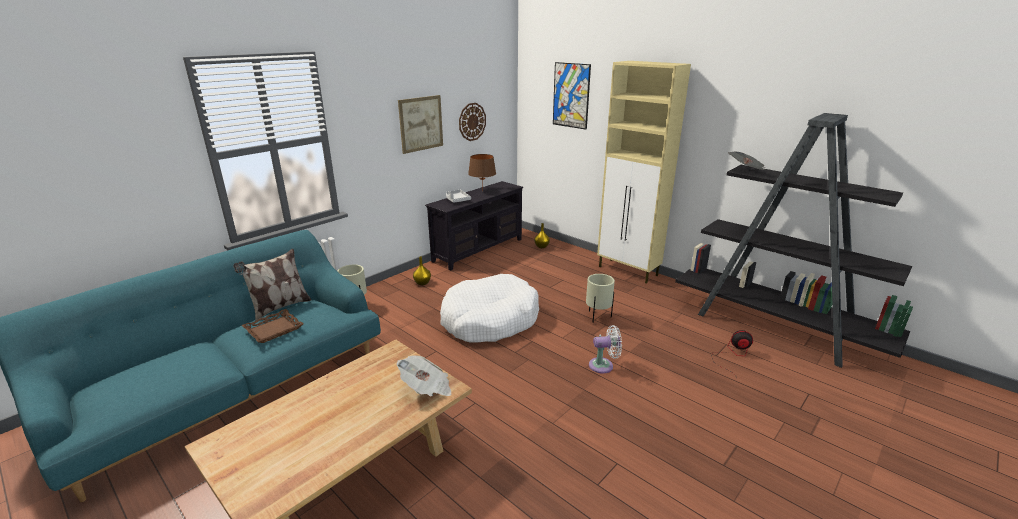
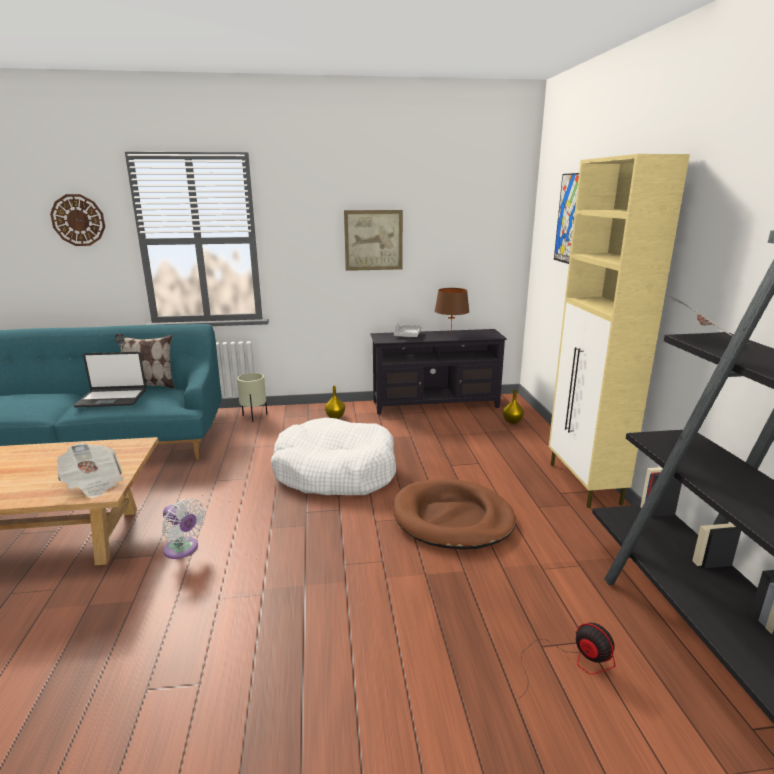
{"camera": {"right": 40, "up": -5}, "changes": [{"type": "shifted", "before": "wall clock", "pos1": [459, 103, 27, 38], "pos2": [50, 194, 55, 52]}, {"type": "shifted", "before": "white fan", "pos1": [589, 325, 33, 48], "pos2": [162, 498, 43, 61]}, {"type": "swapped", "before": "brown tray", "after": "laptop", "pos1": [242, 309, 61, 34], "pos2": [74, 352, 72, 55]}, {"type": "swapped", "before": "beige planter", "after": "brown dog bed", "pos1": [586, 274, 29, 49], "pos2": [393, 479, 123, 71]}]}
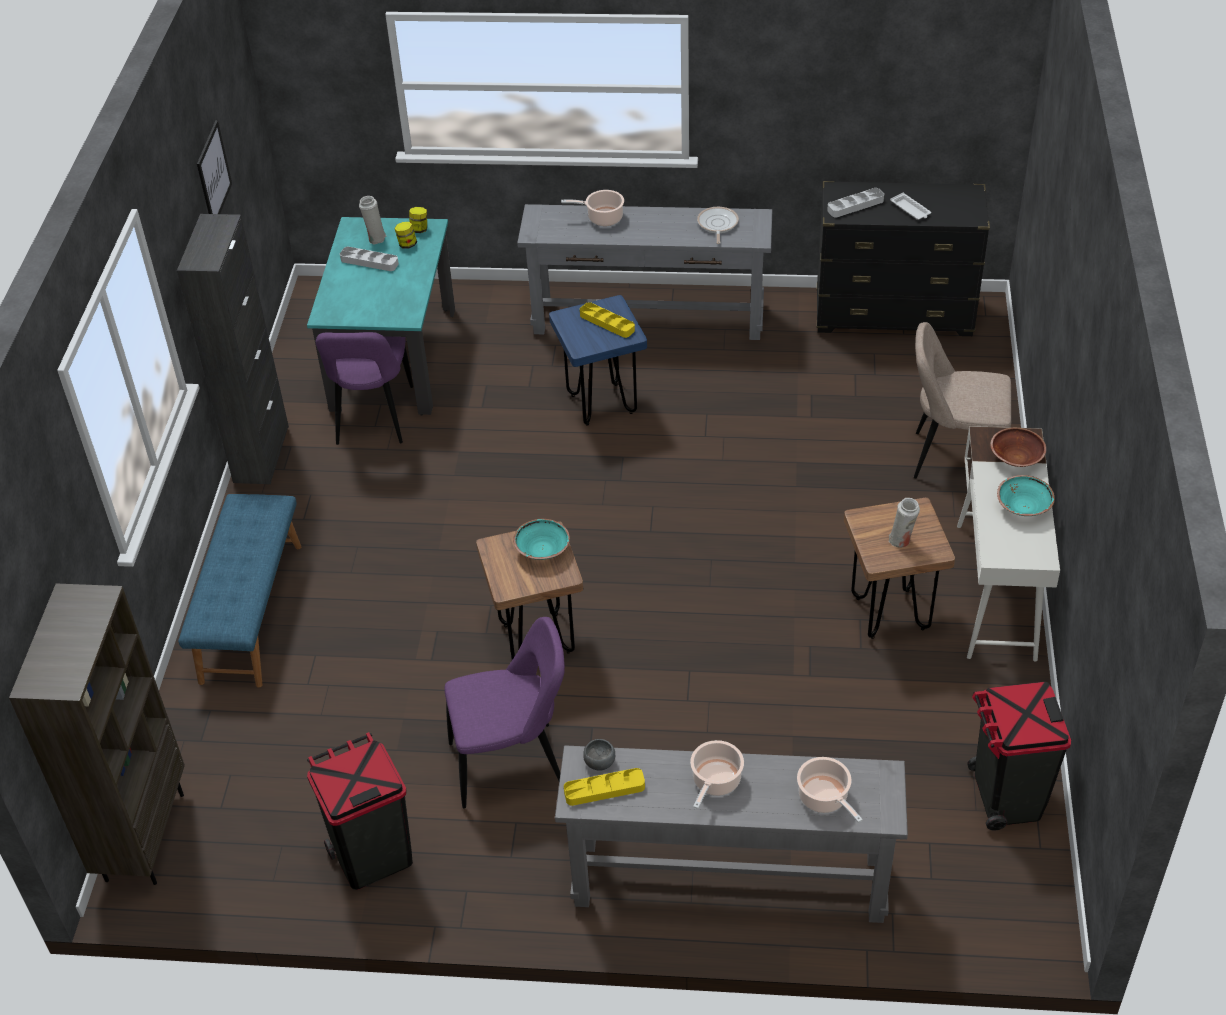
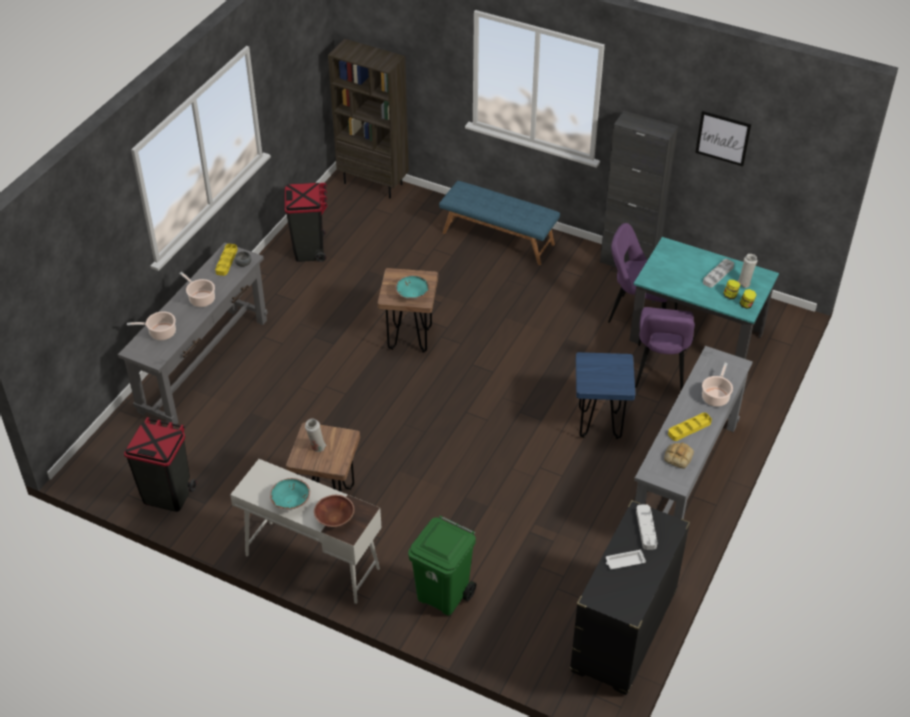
{"camera": {"right": 110, "up": 0}, "changes": [{"type": "shifted", "before": "purple chair", "pos1": [444, 617, 121, 191], "pos2": [635, 307, 60, 83]}, {"type": "shifted", "before": "yellow tray", "pos1": [580, 302, 55, 36], "pos2": [668, 413, 44, 28]}, {"type": "swapped", "before": "frying pan", "after": "bread", "pos1": [697, 207, 42, 37], "pos2": [664, 443, 30, 26]}, {"type": "swapped", "before": "beige chair", "after": "green trash can", "pos1": [914, 322, 97, 156], "pos2": [408, 516, 68, 99]}]}
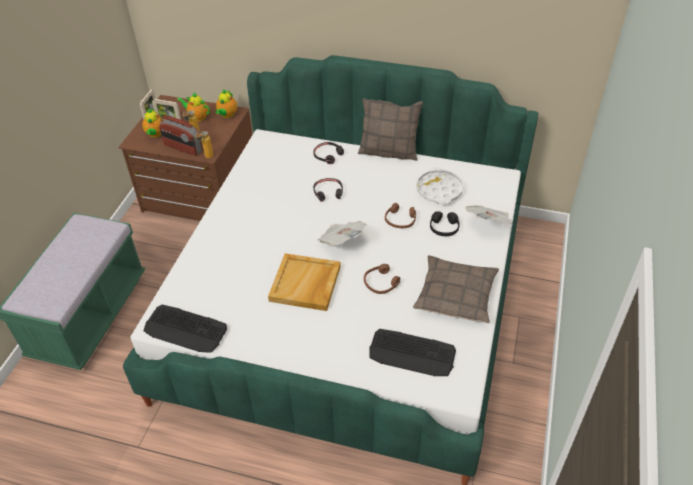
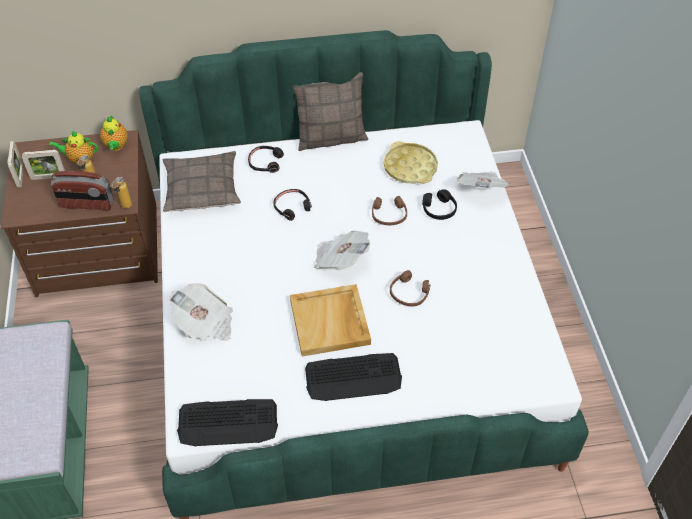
{"camera": {"right": -25, "up": 5}, "changes": [{"type": "gone", "before": "teapot", "pos1": [142, 109, 22, 29]}, {"type": "new", "after": "newspaper", "pos2": [169, 283, 64, 58]}, {"type": "shifted", "before": "keyboard", "pos1": [369, 329, 87, 47], "pos2": [305, 353, 97, 48]}, {"type": "shifted", "before": "pillow", "pos1": [413, 255, 86, 68], "pos2": [162, 151, 79, 61]}, {"type": "repainted", "before": "white tray", "after": "yellow tray", "pos1": [416, 167, 48, 37], "pos2": [384, 141, 54, 43]}]}
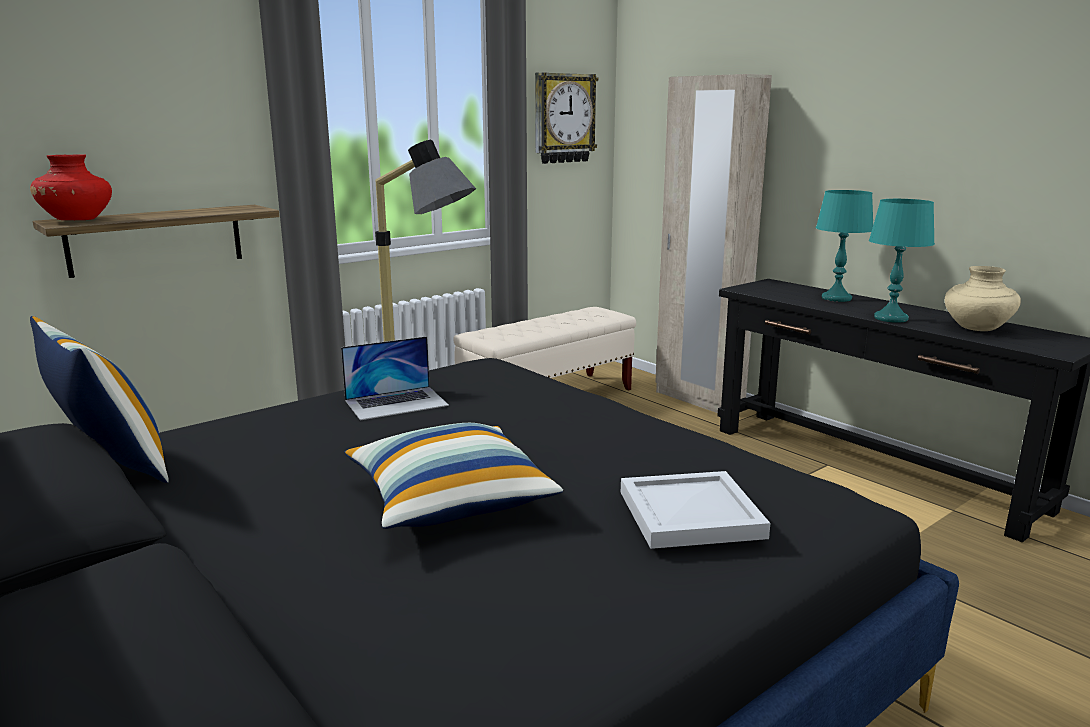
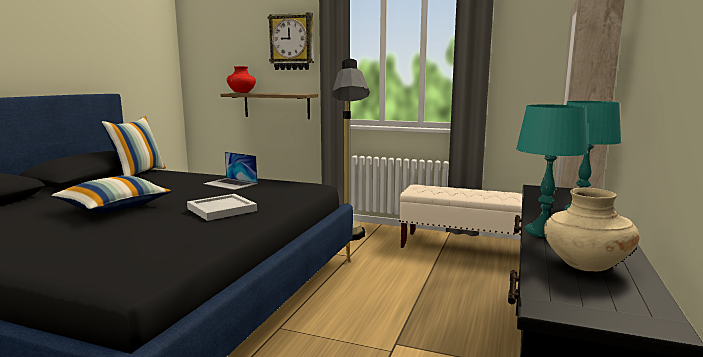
{"camera": {"right": 60, "up": -5}, "changes": [{"type": "shifted", "before": "wall clock", "pos1": [535, 72, 63, 92], "pos2": [268, 12, 46, 58]}, {"type": "shifted", "before": "white tray", "pos1": [621, 471, 149, 78], "pos2": [187, 194, 70, 27]}]}
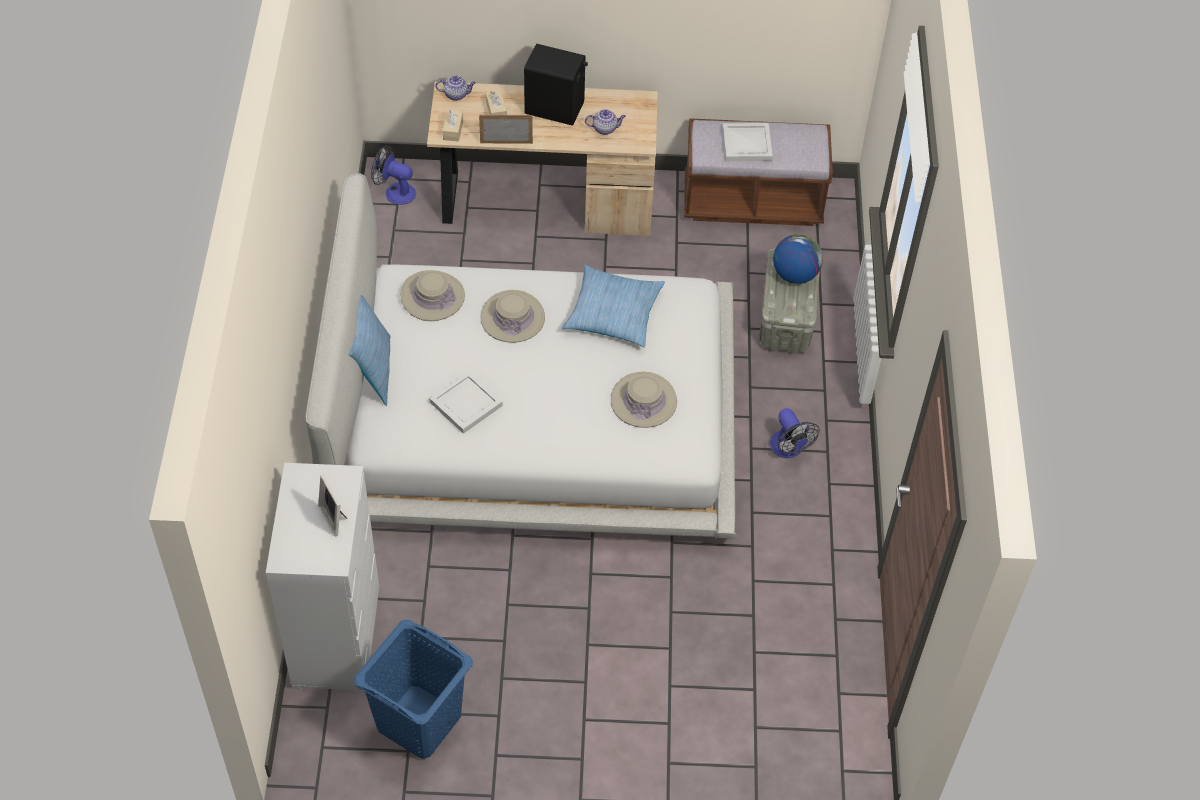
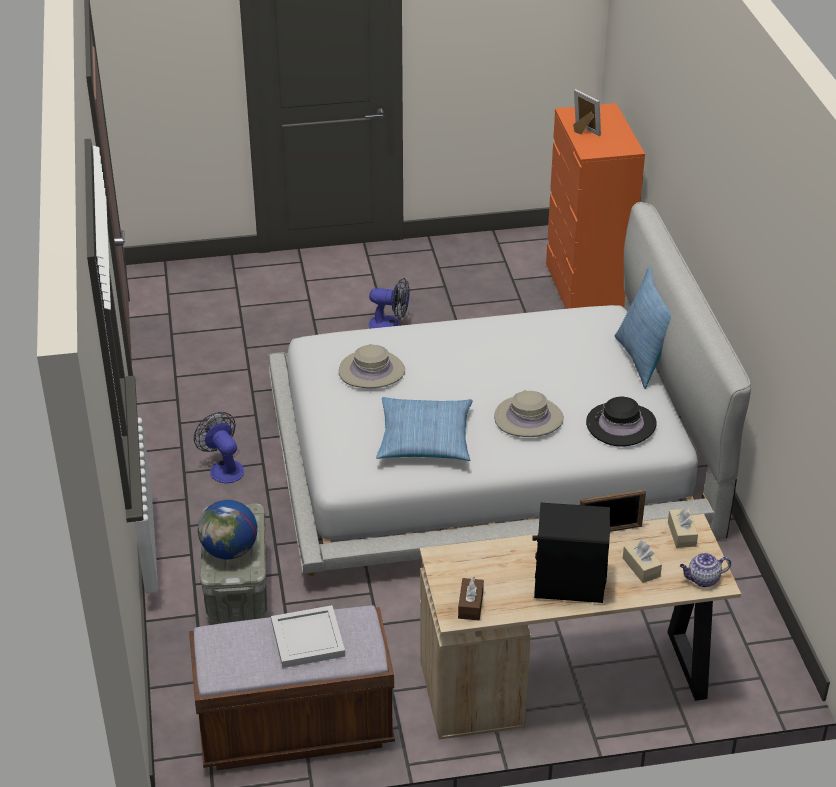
{"camera": {"right": 170, "up": -15}, "changes": [{"type": "gone", "before": "blue laundry basket", "pos1": [353, 620, 120, 139]}, {"type": "gone", "before": "white tray", "pos1": [430, 371, 73, 63]}, {"type": "gone", "before": "teapot", "pos1": [585, 109, 41, 26]}, {"type": "new", "after": "brown tissue box", "pos2": [458, 577, 26, 43]}, {"type": "shifted", "before": "fan", "pos1": [371, 145, 45, 60], "pos2": [369, 278, 40, 51]}, {"type": "repainted", "before": "white dresser", "after": "orange dresser", "pos1": [266, 463, 113, 229], "pos2": [546, 103, 99, 206]}, {"type": "repainted", "before": "beige hat", "after": "black hat", "pos1": [400, 270, 65, 51], "pos2": [586, 397, 70, 50]}]}
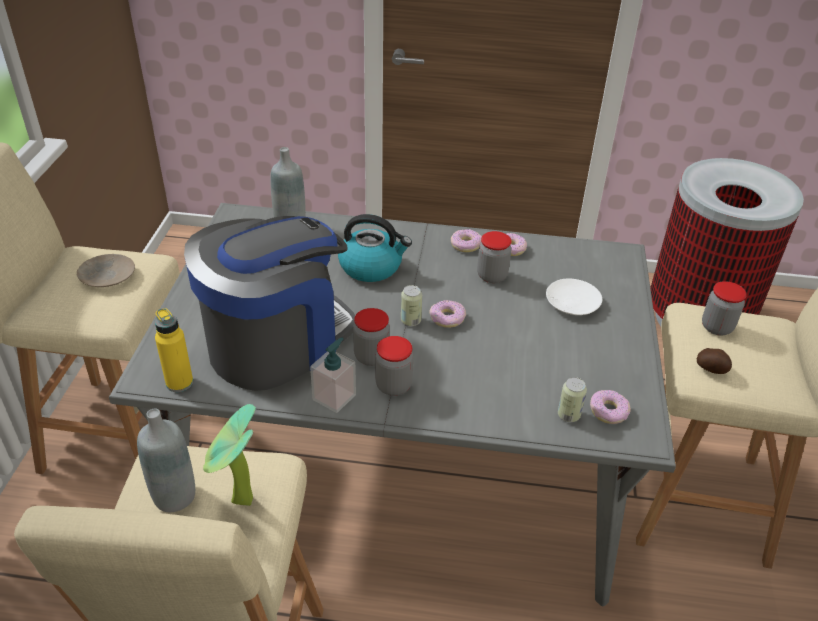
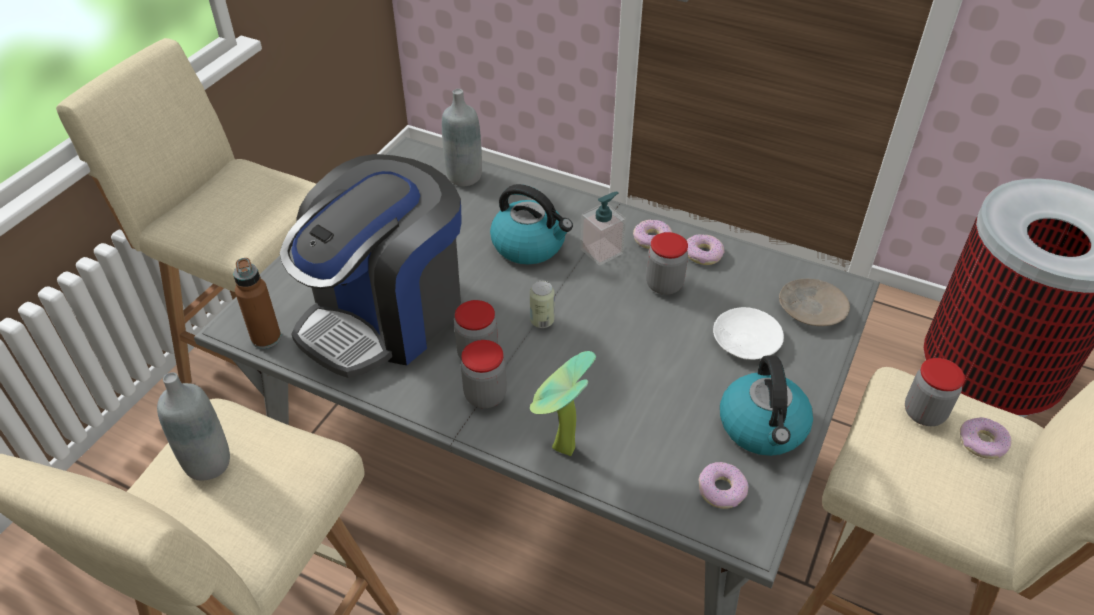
{"camera": {"right": 20, "up": 5}, "changes": [{"type": "gone", "before": "can", "pos1": [558, 377, 29, 45]}, {"type": "gone", "before": "potato", "pos1": [697, 348, 35, 26]}, {"type": "new", "after": "kettle", "pos2": [720, 356, 93, 100]}, {"type": "shifted", "before": "beige plate", "pos1": [77, 254, 58, 33], "pos2": [779, 279, 71, 47]}, {"type": "shifted", "before": "potted plant", "pos1": [203, 404, 53, 102], "pos2": [530, 351, 66, 105]}, {"type": "shifted", "before": "soap dispenser", "pos1": [310, 337, 46, 76], "pos2": [581, 191, 45, 75]}, {"type": "shifted", "before": "donut", "pos1": [429, 300, 37, 28], "pos2": [960, 417, 51, 42]}, {"type": "repainted", "before": "yellow bottle", "after": "brown bottle", "pos1": [155, 308, 38, 84], "pos2": [233, 258, 48, 91]}, {"type": "rotated", "before": "coffee machine", "pos1": [184, 216, 171, 175], "pos2": [280, 154, 182, 224], "turn": 150}]}
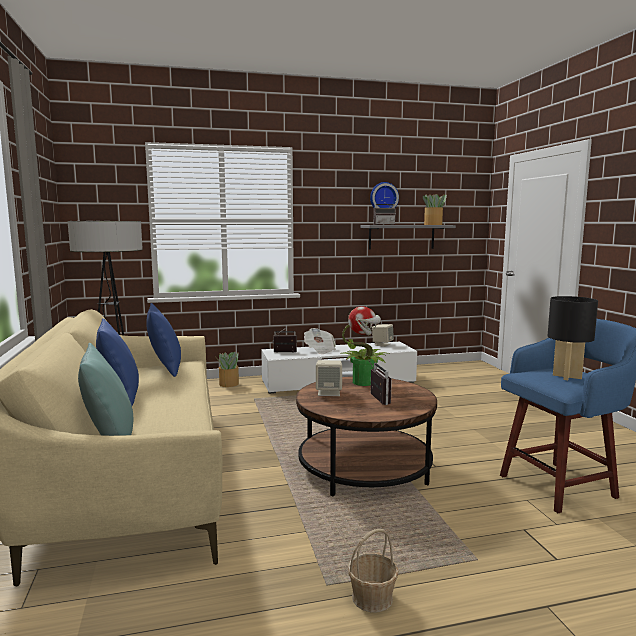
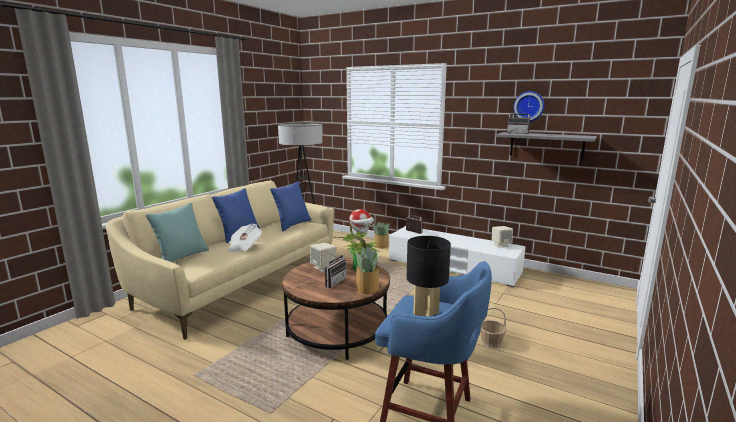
{"camera": {"right": 45, "up": 5}, "changes": [{"type": "shifted", "before": "newspaper", "pos1": [304, 328, 32, 26], "pos2": [227, 224, 35, 28]}, {"type": "shifted", "before": "basket", "pos1": [348, 529, 51, 84], "pos2": [480, 307, 26, 41]}, {"type": "shifted", "before": "potted plant", "pos1": [423, 194, 24, 31], "pos2": [356, 246, 24, 48]}]}
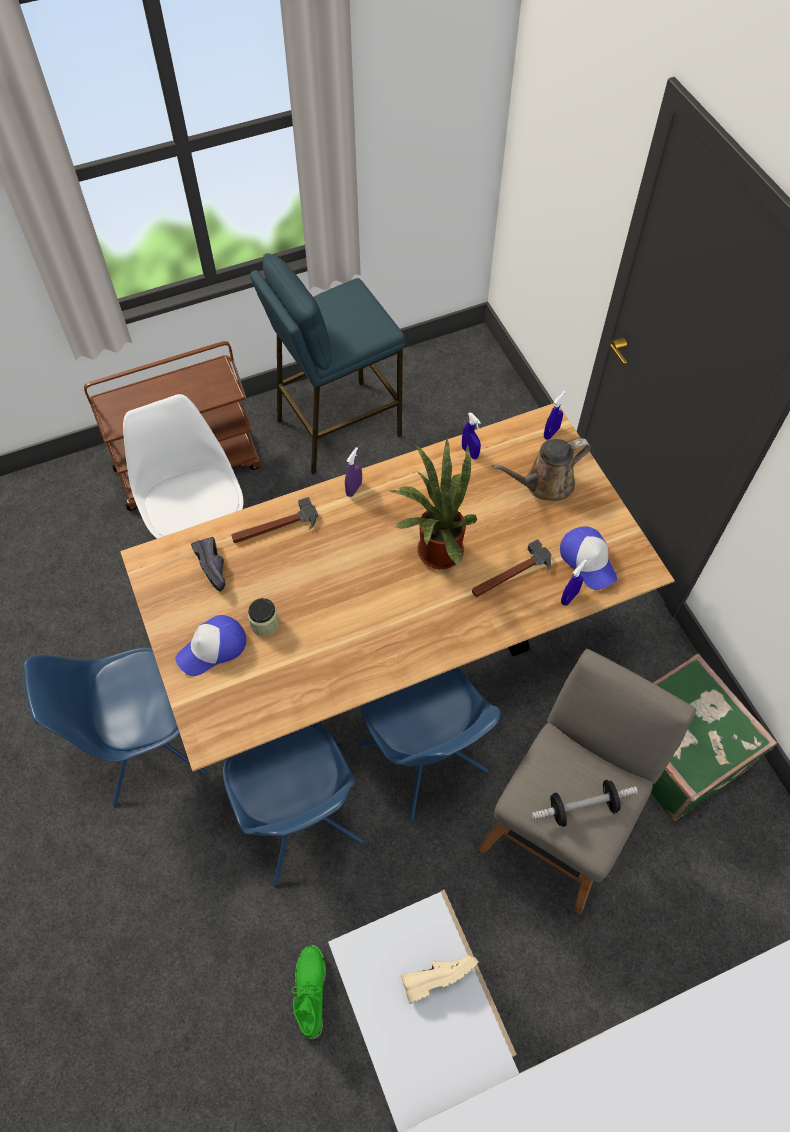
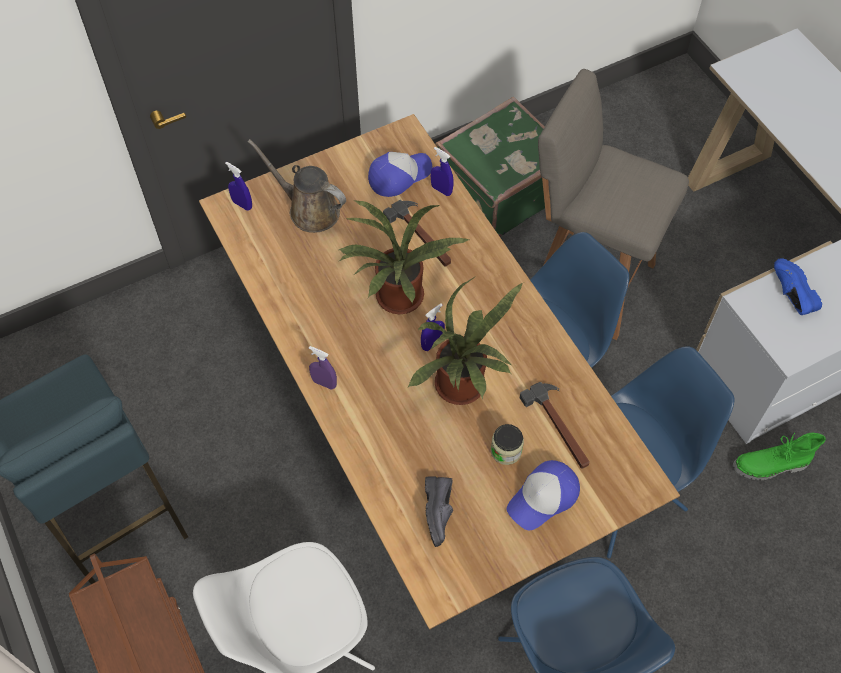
{"camera": {"right": -95, "up": 0}, "changes": [{"type": "gone", "before": "dumbbell", "pos1": [532, 780, 106, 47]}, {"type": "new", "after": "potted plant", "pos2": [407, 276, 116, 129]}, {"type": "shifted", "before": "hammer", "pos1": [231, 497, 87, 46], "pos2": [520, 382, 70, 87]}, {"type": "shifted", "before": "blue spray bottle", "pos1": [462, 412, 19, 47], "pos2": [421, 303, 24, 48]}, {"type": "repainted", "before": "beige shoe", "after": "blue shoe", "pos1": [401, 955, 78, 49], "pos2": [774, 258, 48, 57]}, {"type": "rotated", "before": "cap", "pos1": [175, 615, 71, 61], "pos2": [507, 460, 73, 70], "turn": 90}, {"type": "rotated", "before": "black shoe", "pos1": [191, 537, 34, 54], "pos2": [425, 476, 28, 71], "turn": 120}, {"type": "rotated", "before": "brown watering can", "pos1": [492, 438, 99, 63], "pos2": [248, 139, 98, 94], "turn": 150}]}
